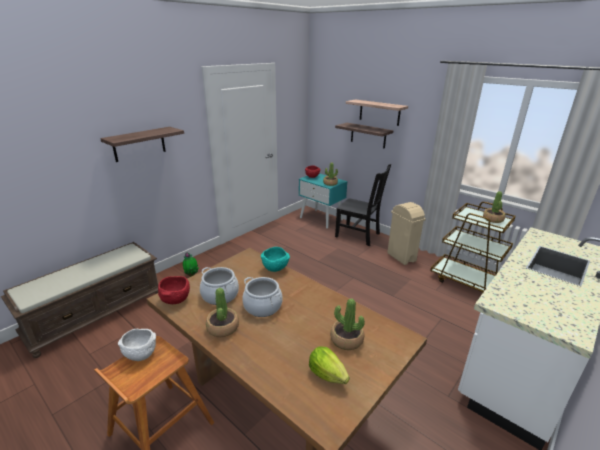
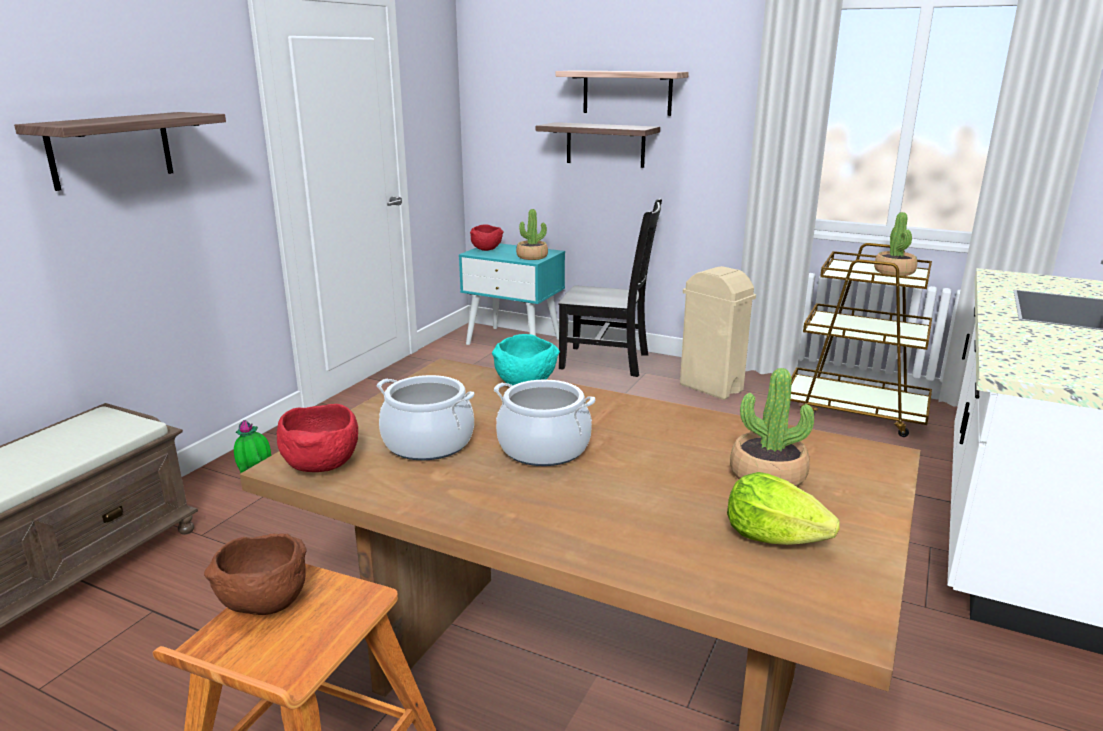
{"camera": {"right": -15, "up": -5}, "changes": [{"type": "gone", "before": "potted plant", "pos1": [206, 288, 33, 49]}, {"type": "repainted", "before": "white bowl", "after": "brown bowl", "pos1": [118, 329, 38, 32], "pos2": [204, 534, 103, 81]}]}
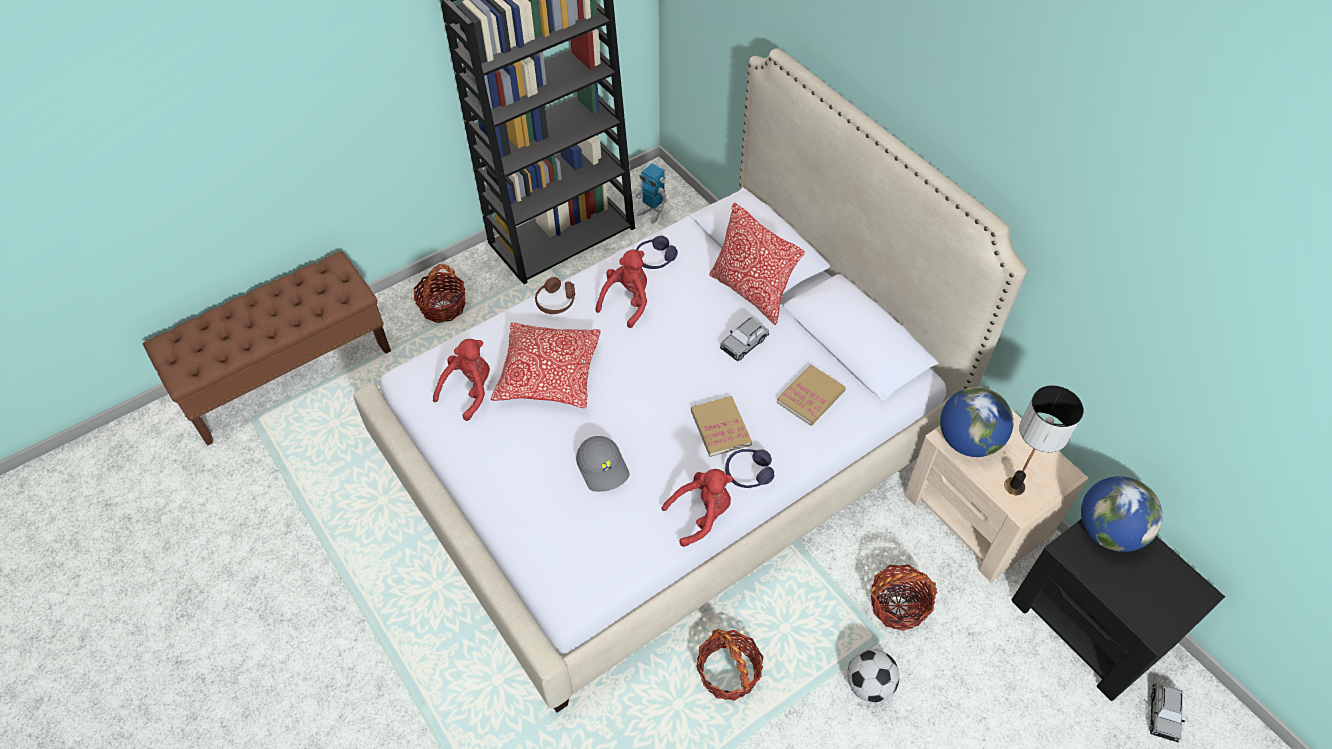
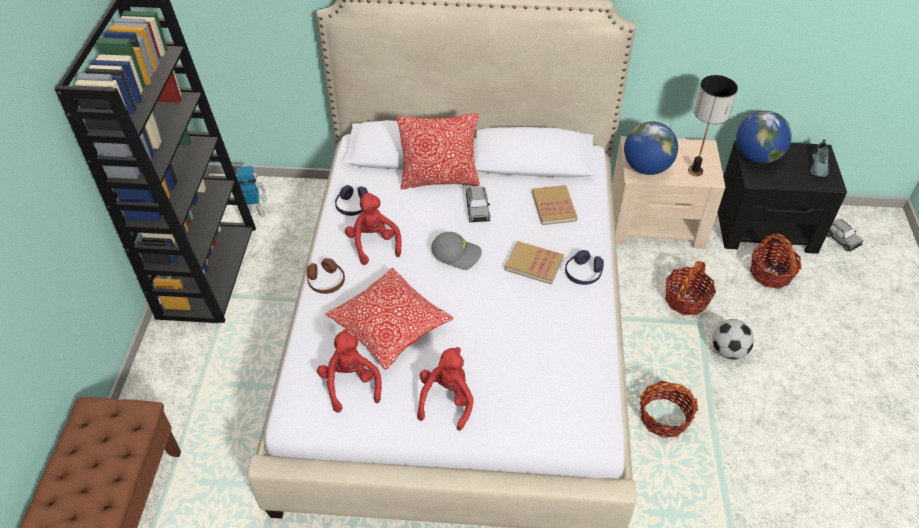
{"camera": {"right": -50, "up": -5}, "changes": [{"type": "new", "after": "shoe", "pos2": [811, 139, 18, 38]}, {"type": "shifted", "before": "basket", "pos1": [413, 264, 53, 59], "pos2": [750, 234, 51, 55]}, {"type": "shifted", "before": "grey cap", "pos1": [576, 436, 54, 56], "pos2": [431, 232, 51, 38]}, {"type": "shifted", "before": "red plush toy", "pos1": [661, 469, 72, 78], "pos2": [417, 347, 57, 84]}]}
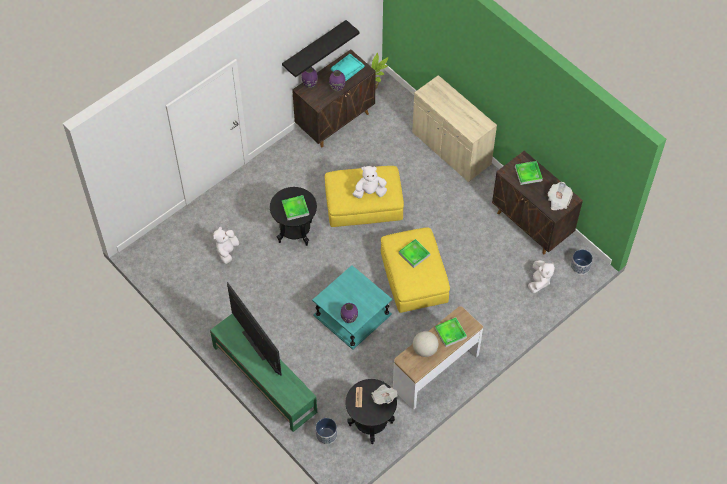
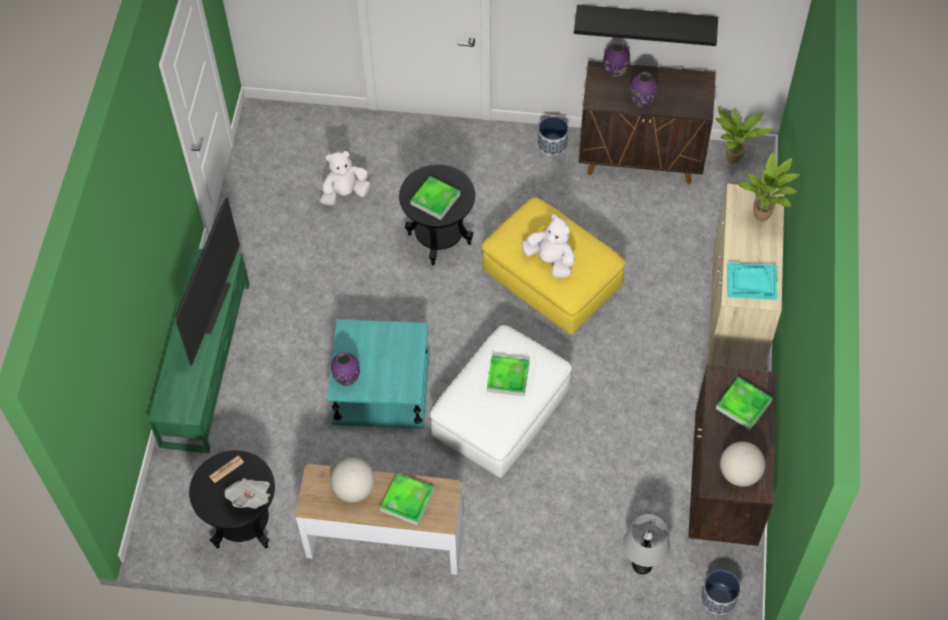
{"camera": {"right": 50, "up": 0}, "changes": [{"type": "new", "after": "potted plant", "pos2": [738, 152, 62, 69]}, {"type": "shifted", "before": "planter", "pos1": [316, 418, 21, 27], "pos2": [538, 117, 30, 39]}, {"type": "shifted", "before": "turquoise tray", "pos1": [331, 54, 34, 27], "pos2": [727, 262, 50, 38]}, {"type": "swapped", "before": "white plush toy", "after": "grey table lamp", "pos1": [528, 260, 27, 33], "pos2": [623, 514, 47, 60]}, {"type": "swapped", "before": "newspaper", "after": "globe", "pos1": [547, 182, 26, 28], "pos2": [720, 442, 45, 45]}, {"type": "repainted", "before": "yellow ottoman", "after": "white ottoman", "pos1": [381, 227, 69, 86], "pos2": [430, 325, 142, 153]}]}
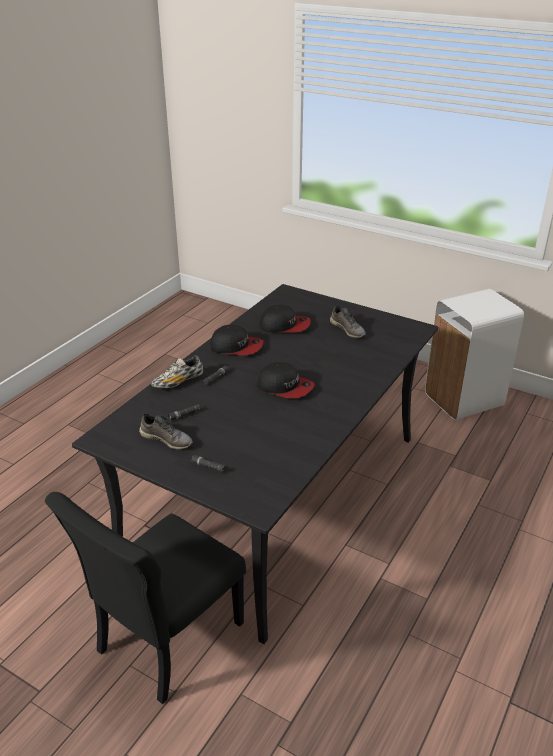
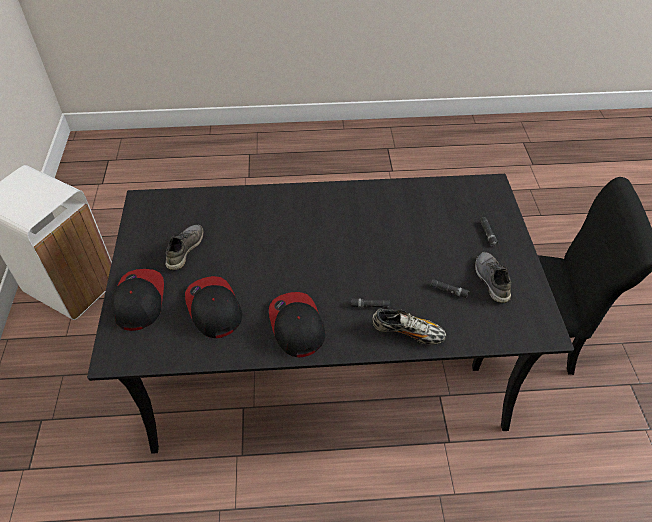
{"camera": {"right": -125, "up": 15}, "changes": [{"type": "shifted", "before": "cap", "pos1": [257, 362, 58, 37], "pos2": [111, 269, 53, 62]}]}
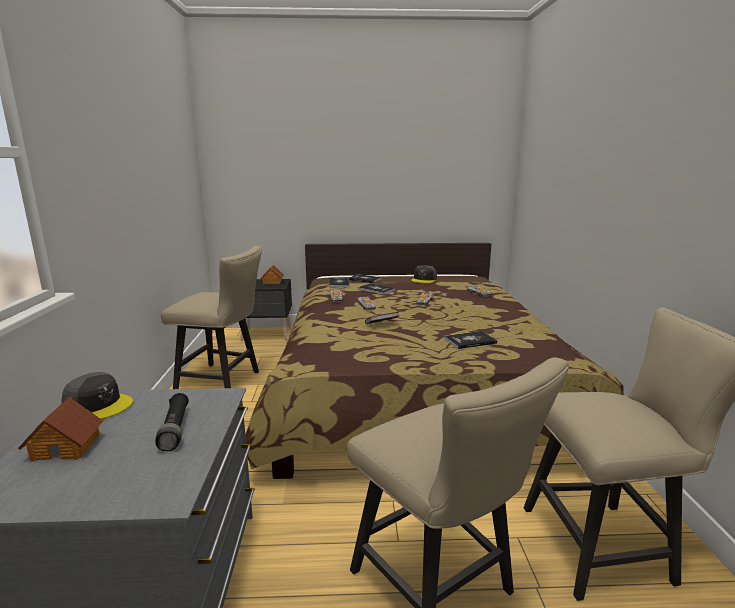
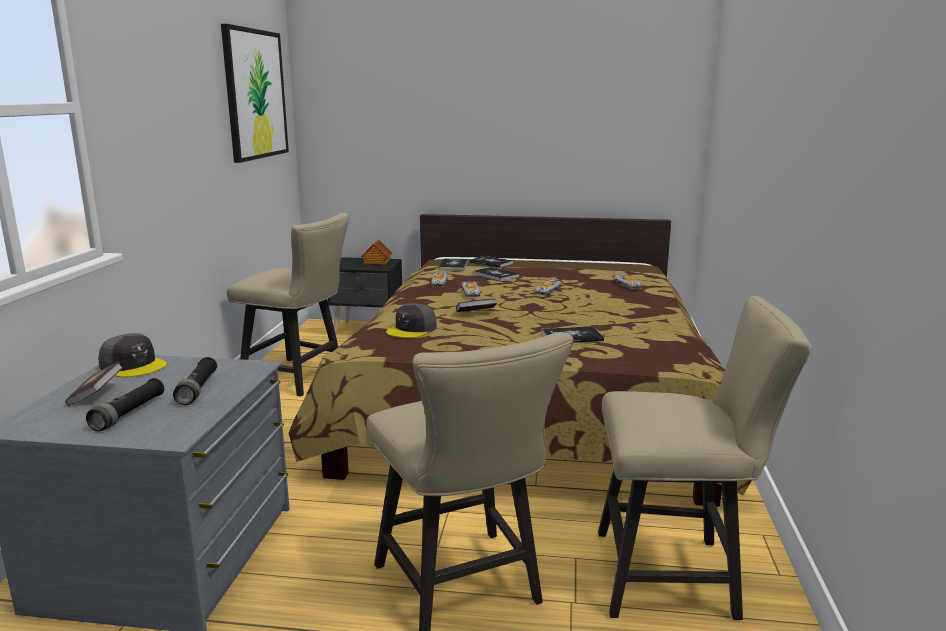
{"camera": {"right": 10, "up": 0}, "changes": [{"type": "new", "after": "black flashlight", "pos2": [86, 378, 78, 53]}, {"type": "new", "after": "picture", "pos2": [221, 24, 68, 139]}, {"type": "shifted", "before": "grey cap", "pos1": [411, 265, 26, 18], "pos2": [386, 303, 51, 35]}, {"type": "swapped", "before": "toy house", "after": "book", "pos1": [18, 397, 85, 65], "pos2": [65, 362, 58, 44]}]}
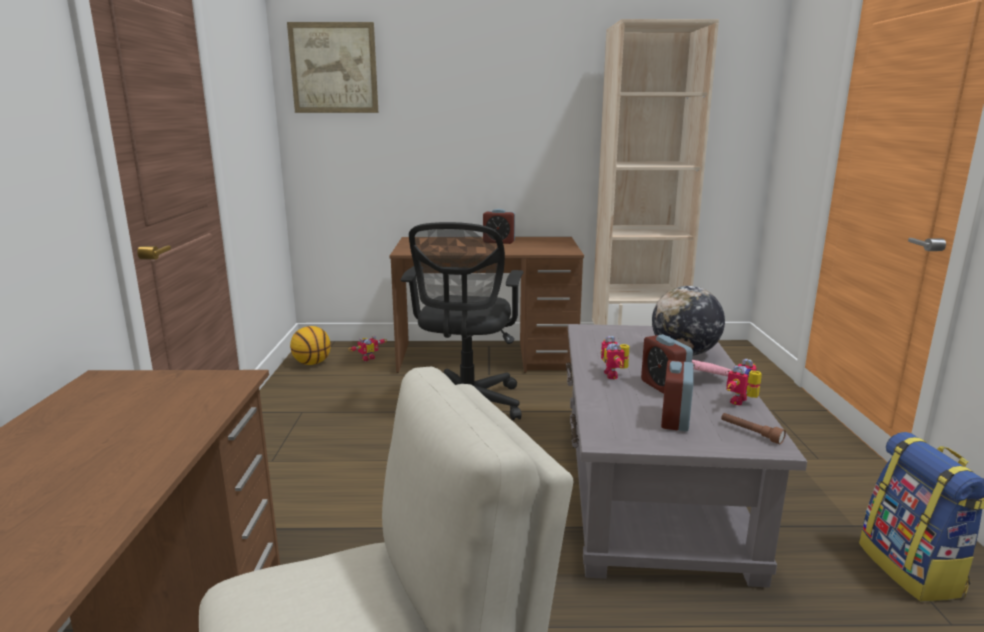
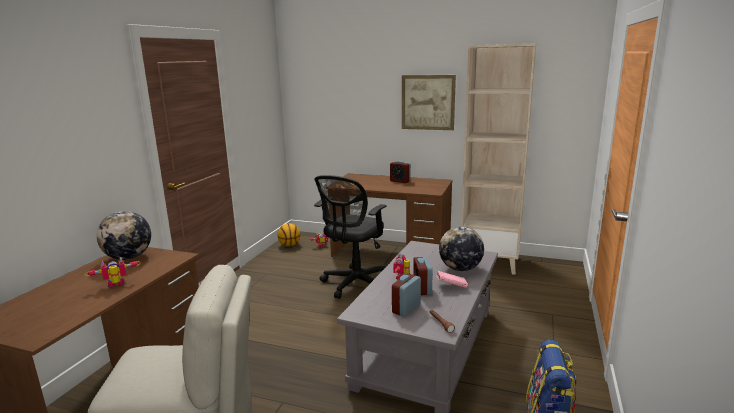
{"camera": {"right": 20, "up": 0}, "changes": [{"type": "new", "after": "globe", "pos2": [97, 211, 54, 49]}, {"type": "shifted", "before": "picture", "pos1": [287, 22, 91, 91], "pos2": [402, 75, 54, 55]}, {"type": "shifted", "before": "toy robot", "pos1": [726, 359, 36, 46], "pos2": [84, 257, 57, 30]}]}
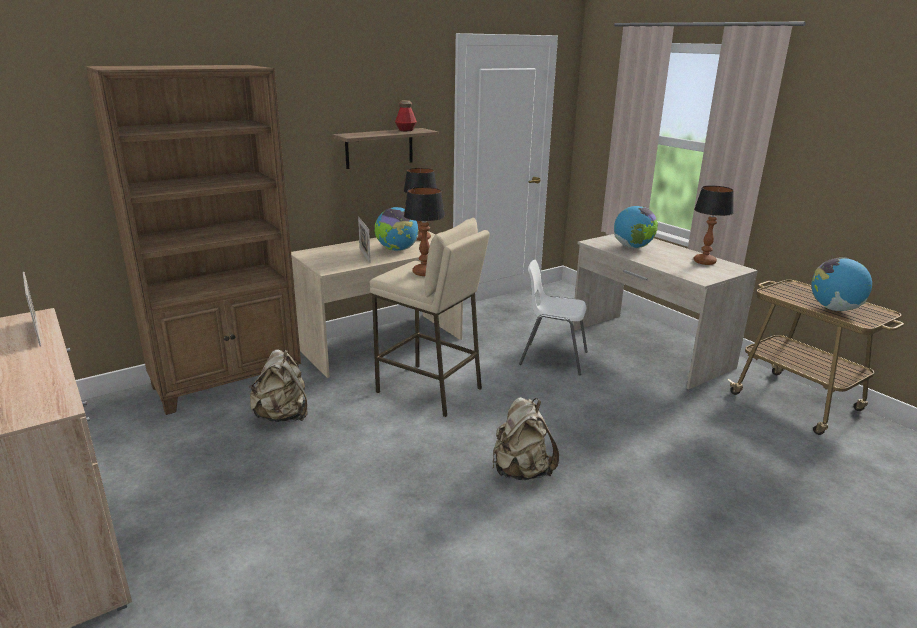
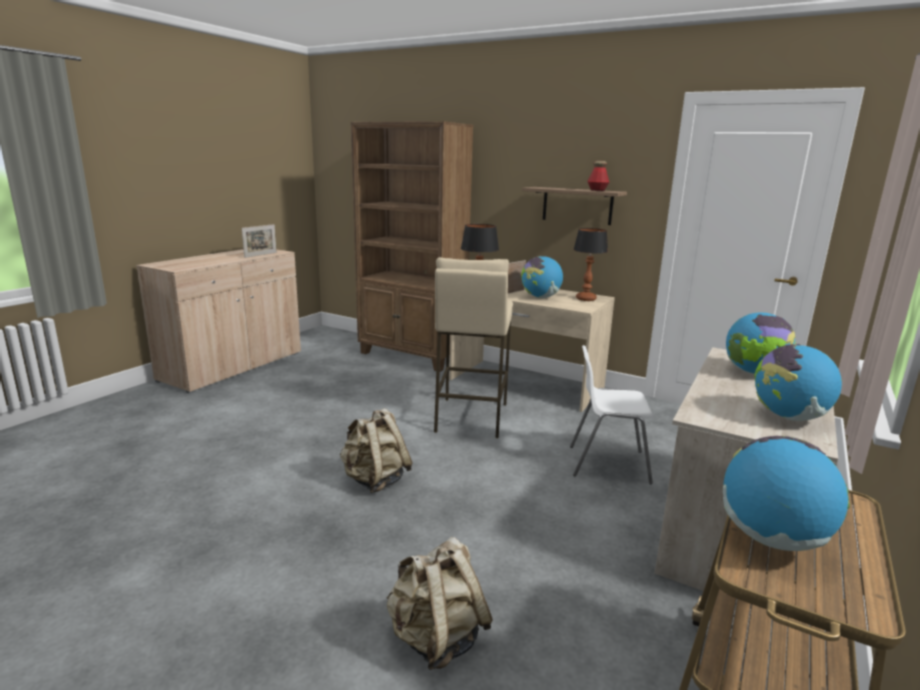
{"camera": {"right": 65, "up": -5}, "changes": [{"type": "shifted", "before": "beige backpack", "pos1": [249, 349, 59, 73], "pos2": [386, 537, 107, 133]}, {"type": "swapped", "before": "table lamp", "after": "globe", "pos1": [693, 186, 41, 79], "pos2": [754, 344, 88, 77]}, {"type": "rotated", "before": "white chair", "pos1": [519, 260, 69, 115], "pos2": [570, 345, 83, 139], "turn": -75}]}
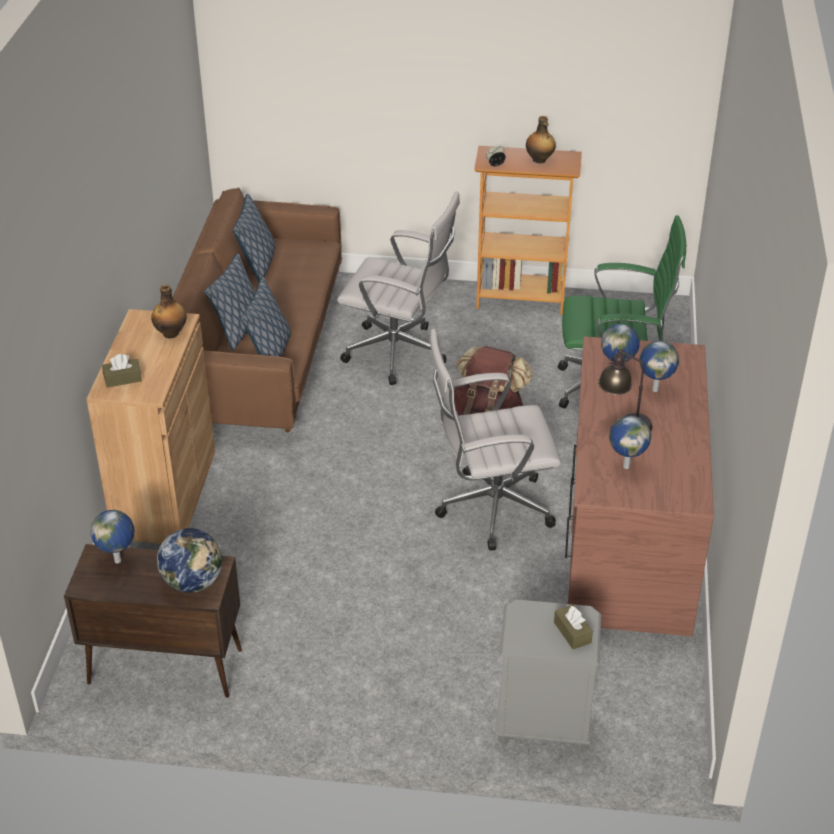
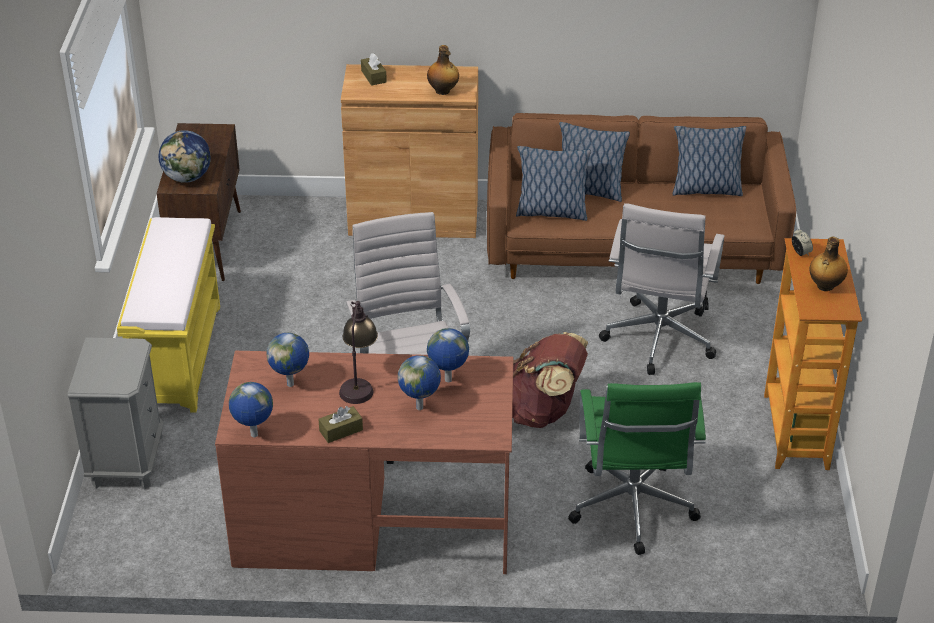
{"camera": {"right": 85, "up": 0}, "changes": [{"type": "new", "after": "yellow bench", "pos2": [117, 217, 103, 196]}, {"type": "shifted", "before": "globe", "pos1": [90, 510, 44, 53], "pos2": [229, 382, 44, 55]}, {"type": "shifted", "before": "brown tissue box", "pos1": [554, 604, 39, 45], "pos2": [318, 406, 45, 37]}]}
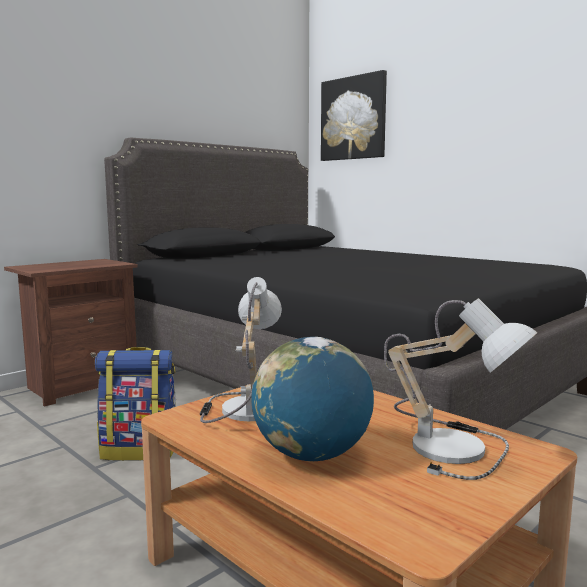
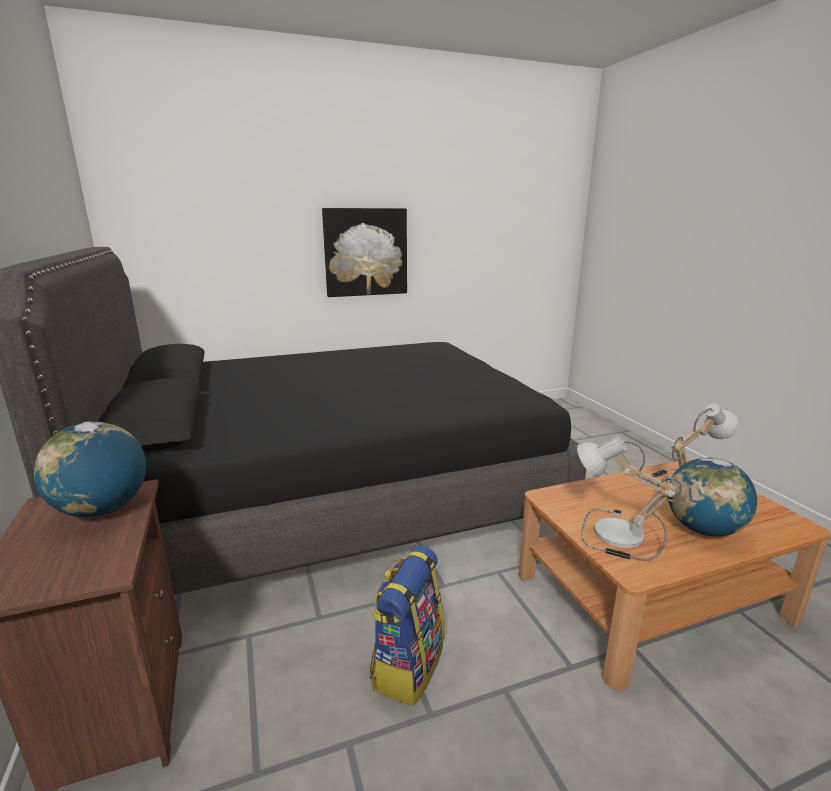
{"camera": {"right": -65, "up": 10}, "changes": [{"type": "new", "after": "globe", "pos2": [34, 422, 112, 95]}, {"type": "shifted", "before": "picture", "pos1": [321, 70, 66, 91], "pos2": [322, 208, 85, 89]}]}
